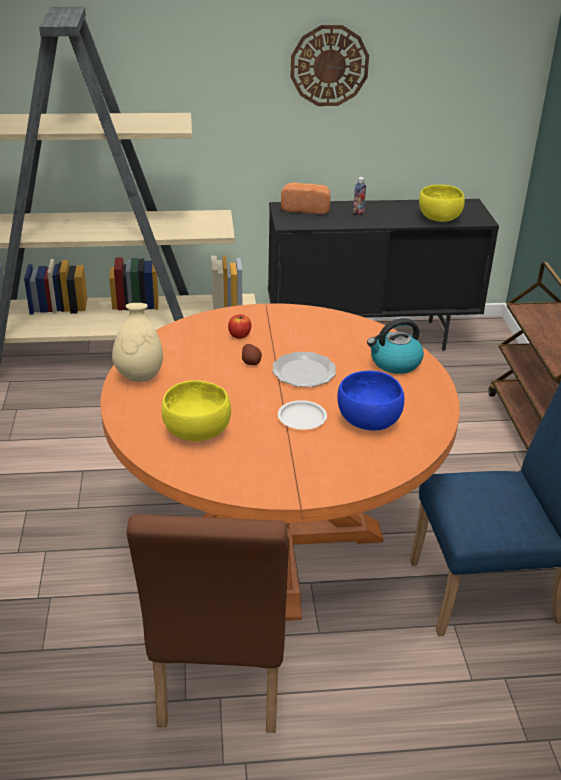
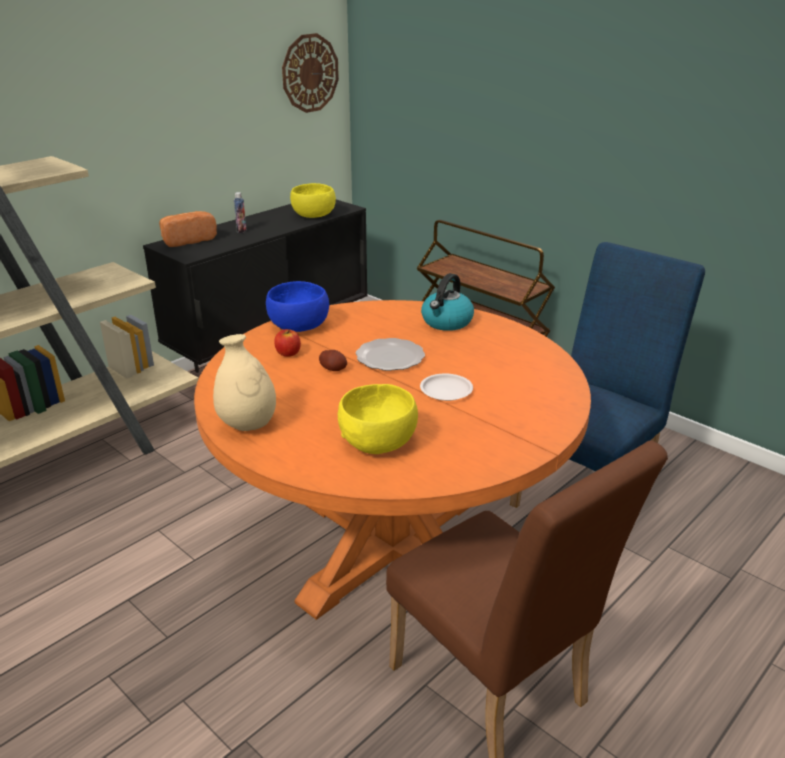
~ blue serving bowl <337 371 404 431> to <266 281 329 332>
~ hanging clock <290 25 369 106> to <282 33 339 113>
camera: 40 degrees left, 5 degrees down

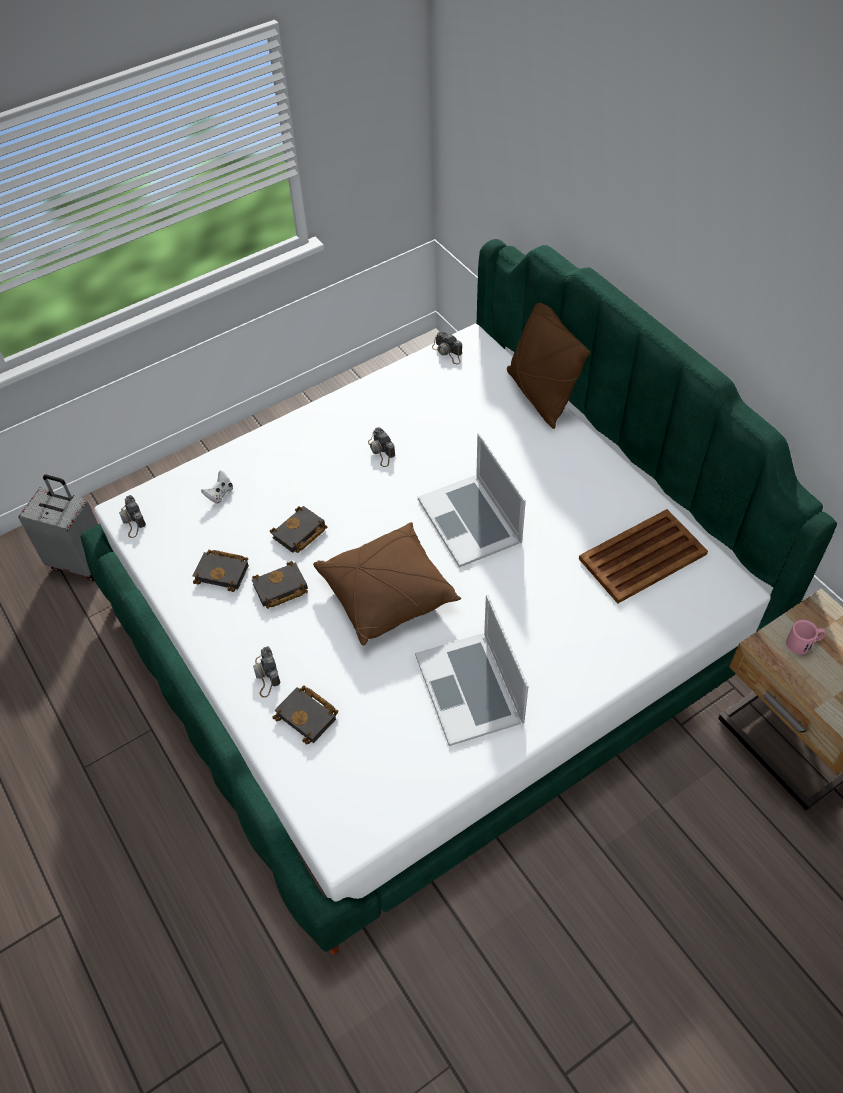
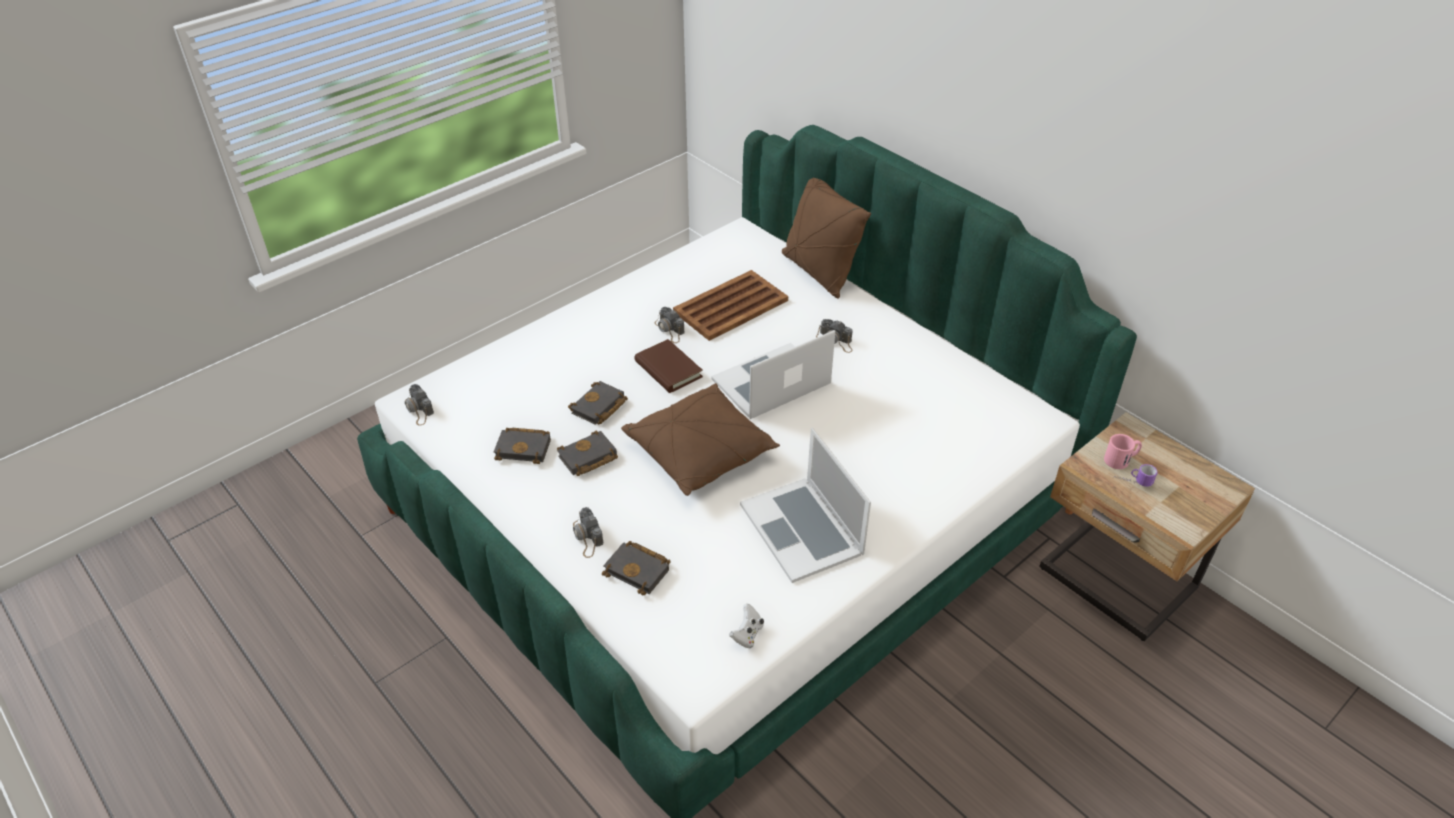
+ brownish volume <634 339 703 393>
~ brownish tray <579 509 708 604> to <673 270 788 341>
~ portable computer <418 433 526 568> = <711 330 835 419> 90 degrees clockwise
~ white game controller <201 470 233 504> to <729 604 764 648>
~ still camera <432 332 462 364> to <816 319 853 353>
+ mug <1115 464 1158 487>
- gray travel case <18 475 98 581>
camera: 10 degrees left, 10 degrees down

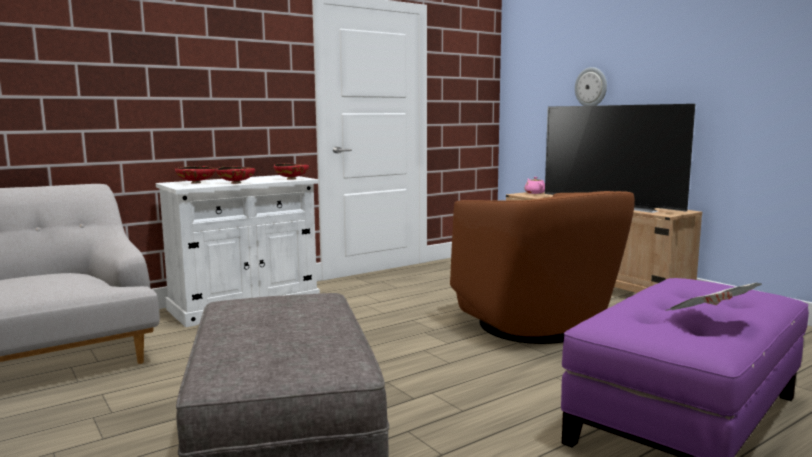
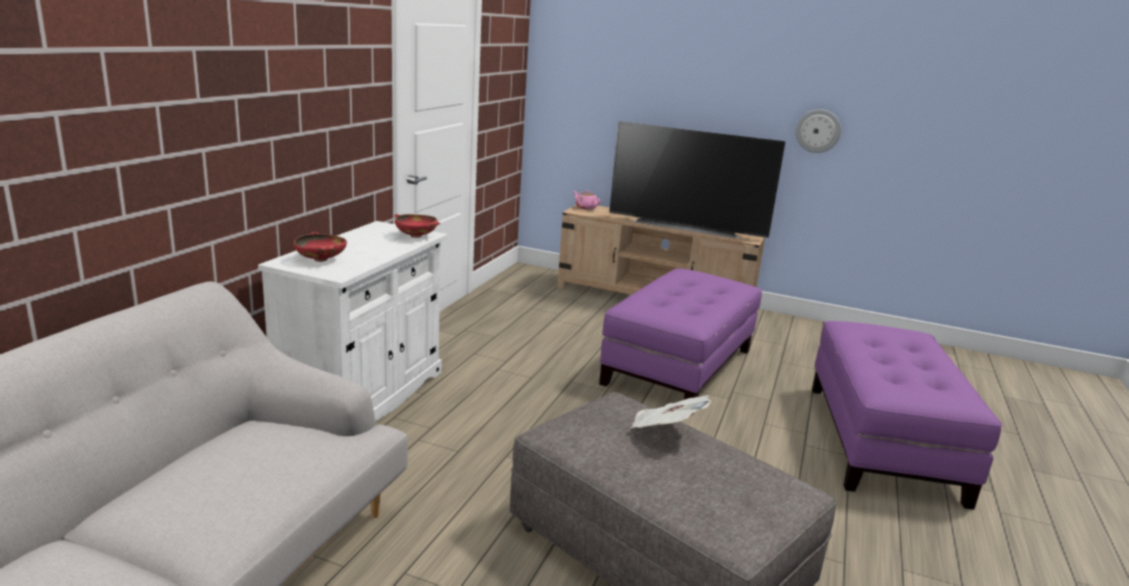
~ brownish easy chair <450 191 635 344> to purplish footrest <599 268 762 415>
~ newspaper <666 282 762 311> to <629 396 711 429>
~ hanging clock <575 67 607 106> to <795 109 841 153>
- red-coloured serving bowl <216 166 255 184>
camera: 35 degrees left, 10 degrees up

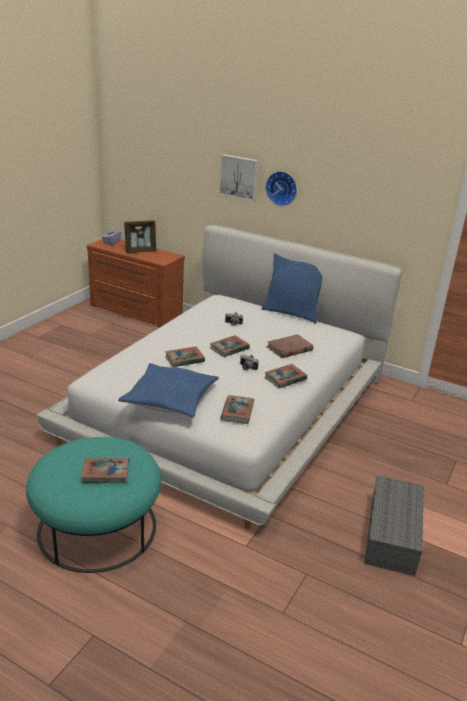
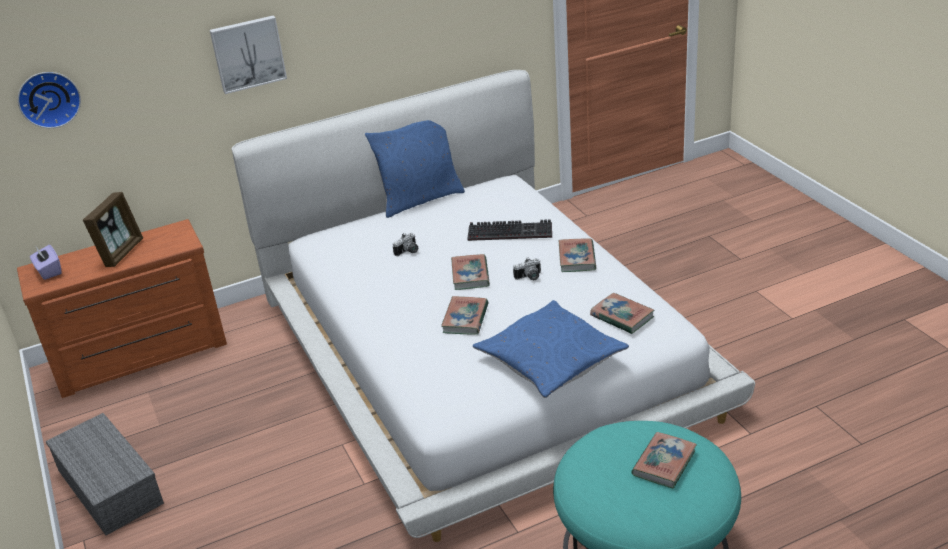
~ hanging clock <265 171 297 206> to <18 72 81 128>
~ gray storage bin <364 475 424 576> to <46 413 164 535>
~ brownish volume <266 334 313 358> to computer keyboard <467 219 552 241>
camera: 50 degrees left, 5 degrees up

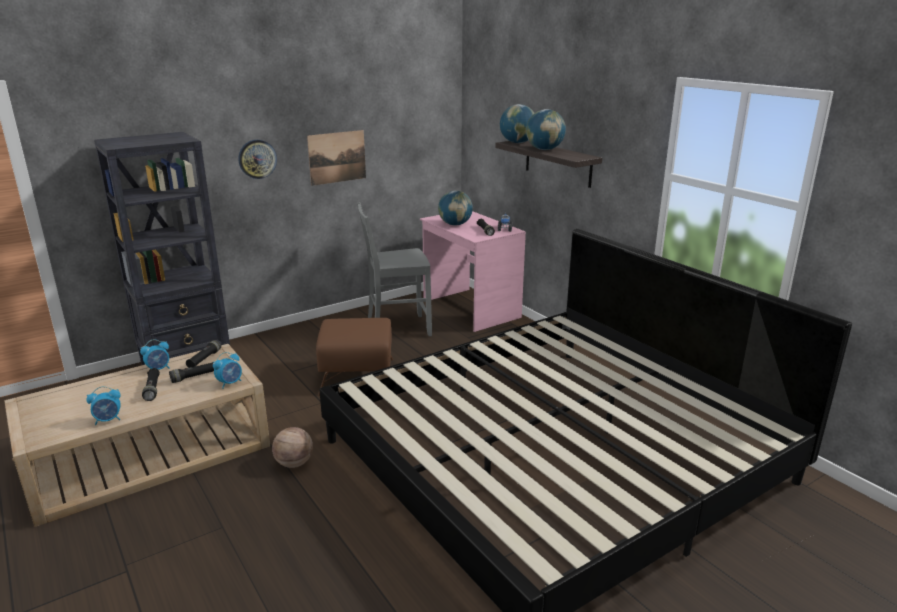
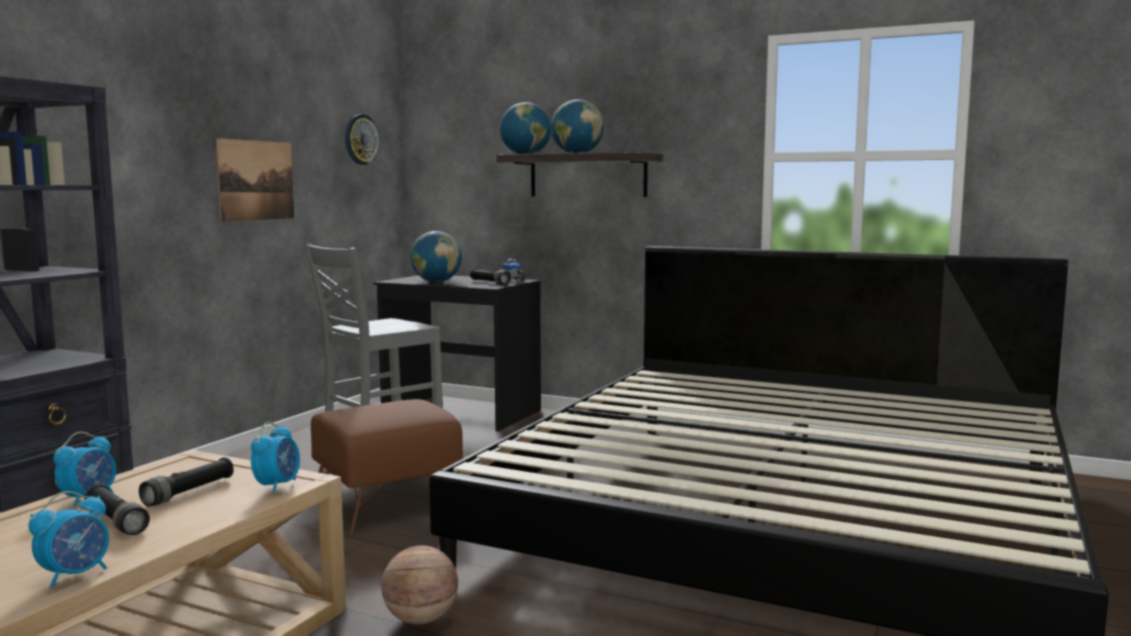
~ hanging clock <238 140 277 179> to <345 114 380 165>
~ pinkish desk table <420 211 526 332> to black-coloured desk table <373 275 541 431>
- black-coloured flashlight <186 340 221 368>
camera: 30 degrees left, 15 degrees down

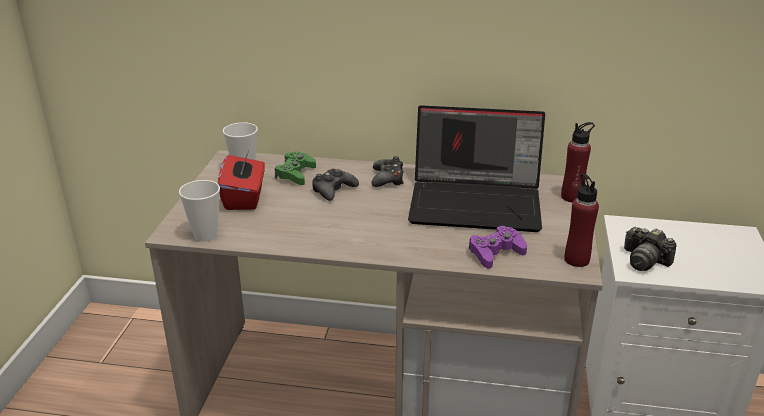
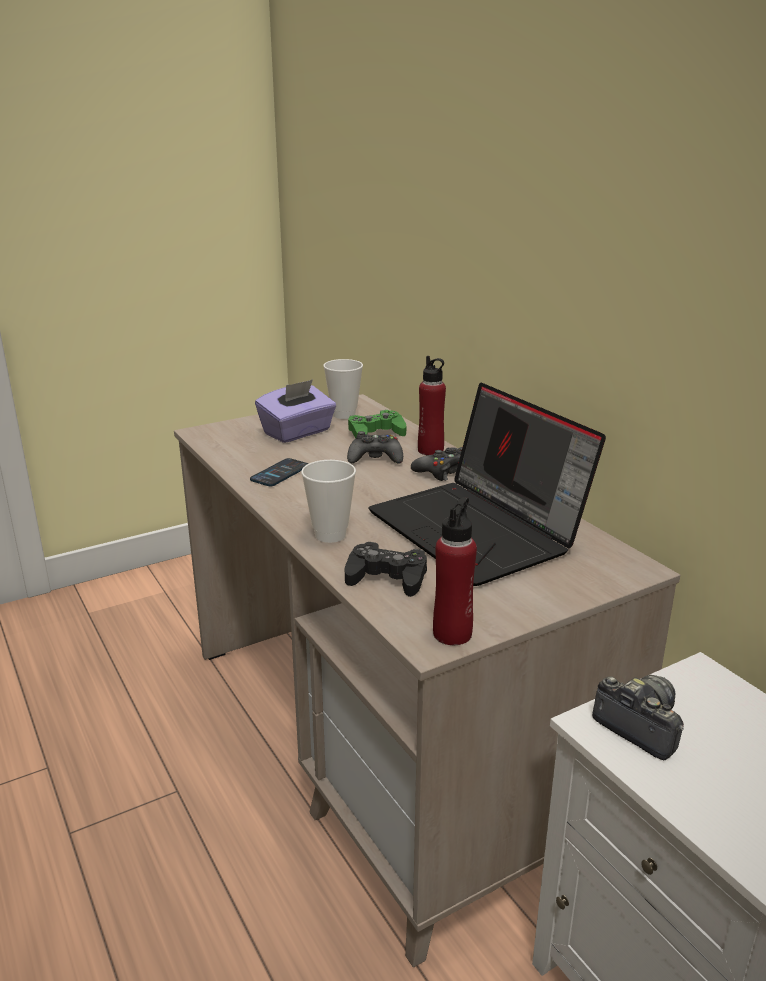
+ phone <250 458 308 487>
~ red-coloured tissue holder <218 149 265 210> to purplish tissue holder <255 380 336 443>
~ drinking cup <179 180 220 242> to <301 460 356 543>
~ purplish game controller <469 226 527 269> to black-coloured game controller <345 542 427 597>
~ red-coloured beverage bottle <561 122 595 202> to <418 356 446 455>
~ still camera <624 227 677 271> = <592 675 684 760> 135 degrees clockwise
camera: 50 degrees right, 5 degrees down

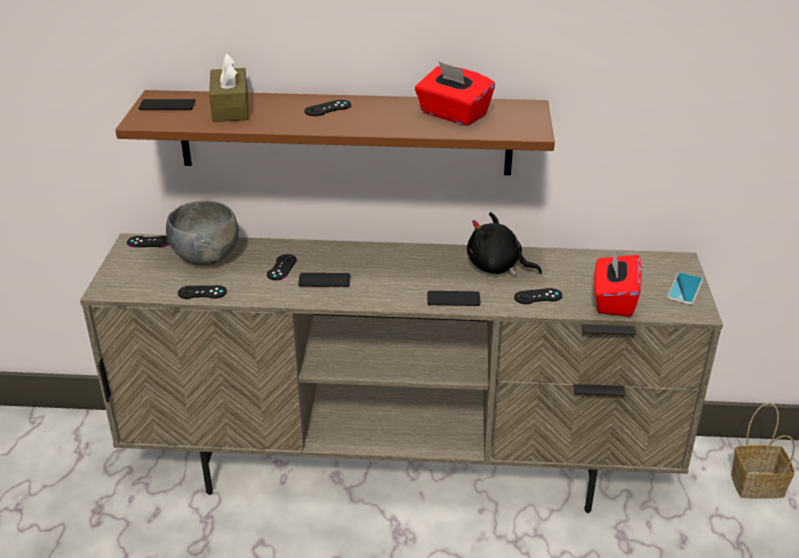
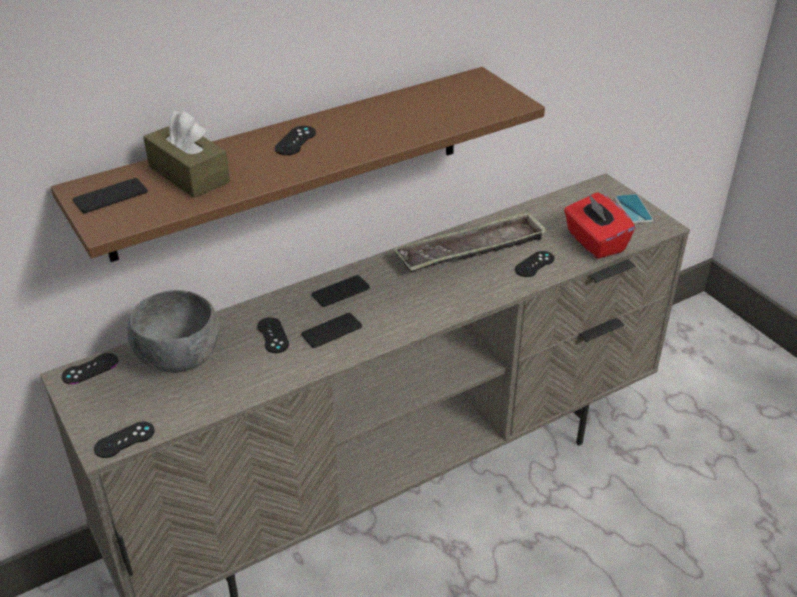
~ black-coloured game controller <178 285 227 299> to <94 421 155 458>
~ phone <427 291 480 306> to <312 275 370 307>
~ black-coloured plush toy <467 212 542 276> to tray <394 210 547 272>
- red-coloured tissue holder <415 62 495 126>
- storage basket <731 403 795 499>
camera: 35 degrees left, 5 degrees up

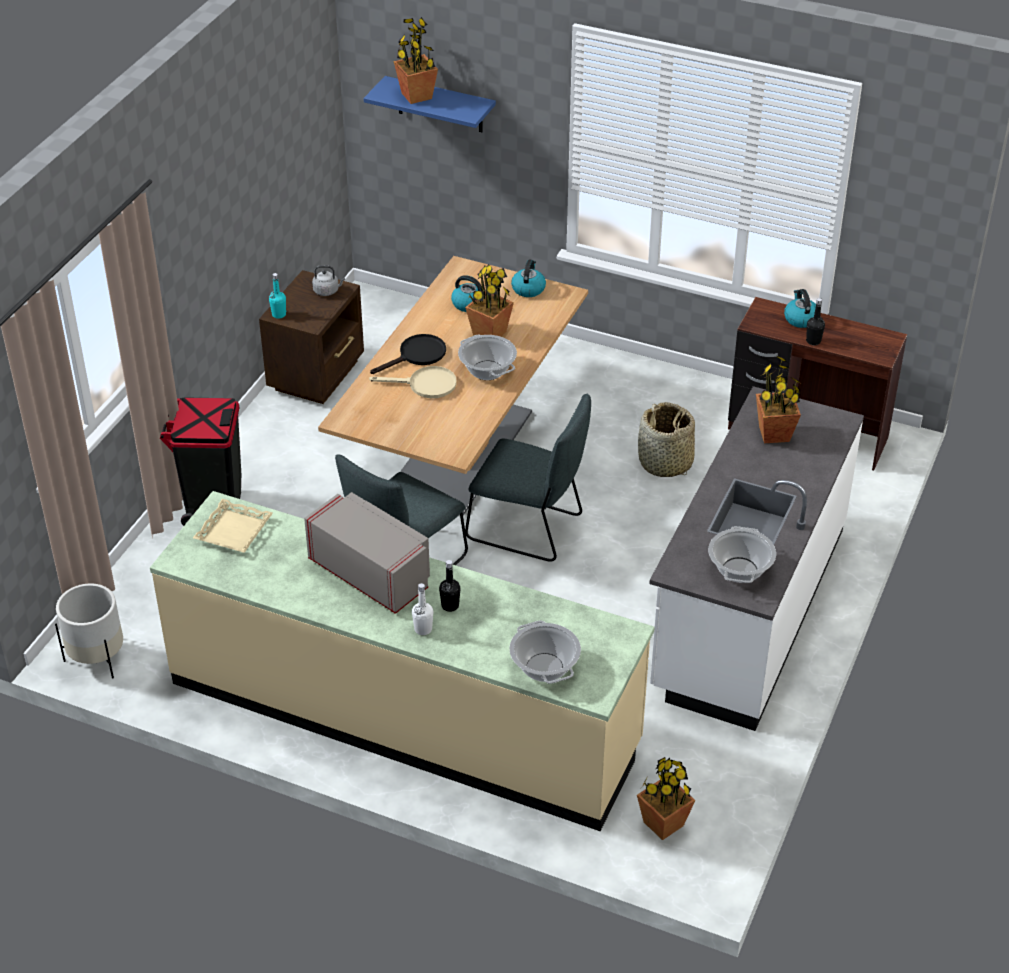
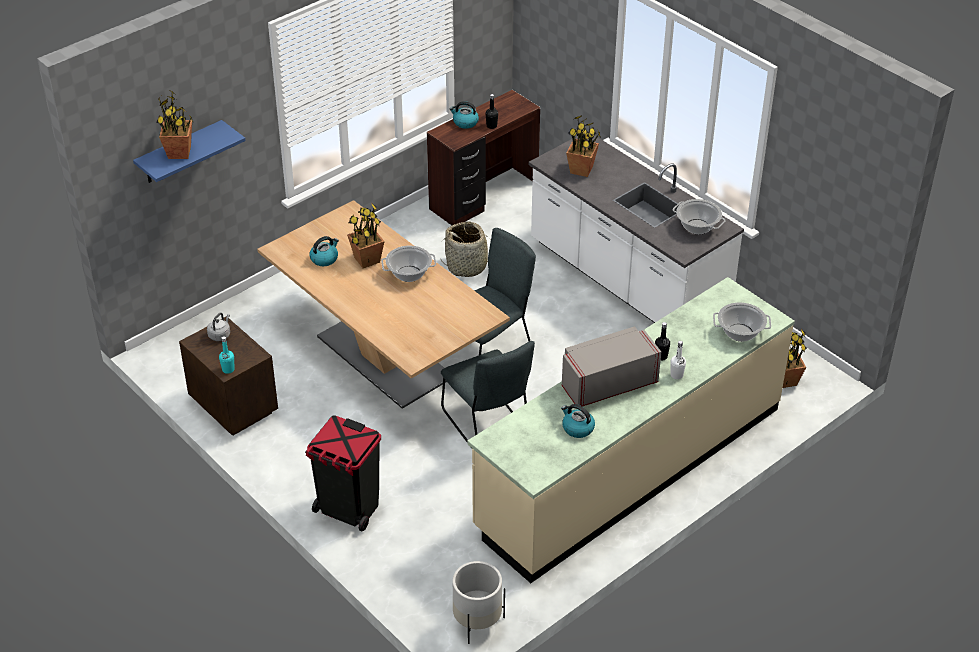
~ water kettle <511 259 546 297> to <561 404 595 438>
- sand-coloured tray <193 499 273 553>
- sand-coloured skillet <369 366 457 398>
- black-coloured skillet <370 334 446 374>
camera: 65 degrees left, 0 degrees up

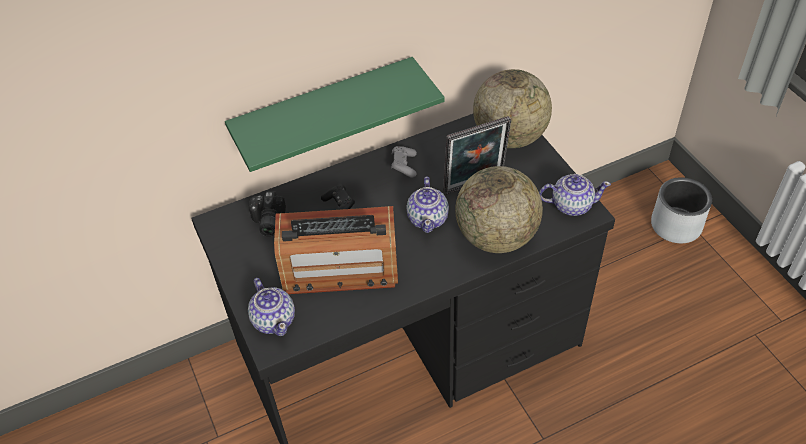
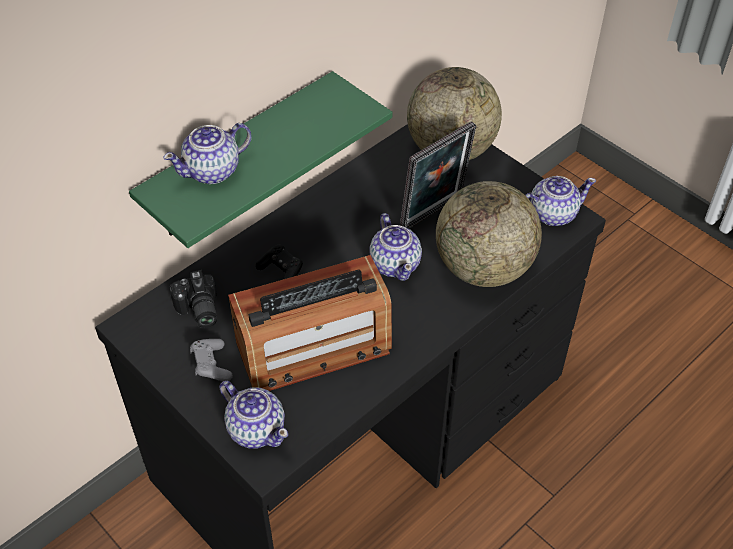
+ pot for tea <163 123 251 184>
~ gray game controller <391 146 417 178> to <190 339 233 381>
- gray plant pot <651 177 712 243>
camera: 20 degrees left, 0 degrees up

